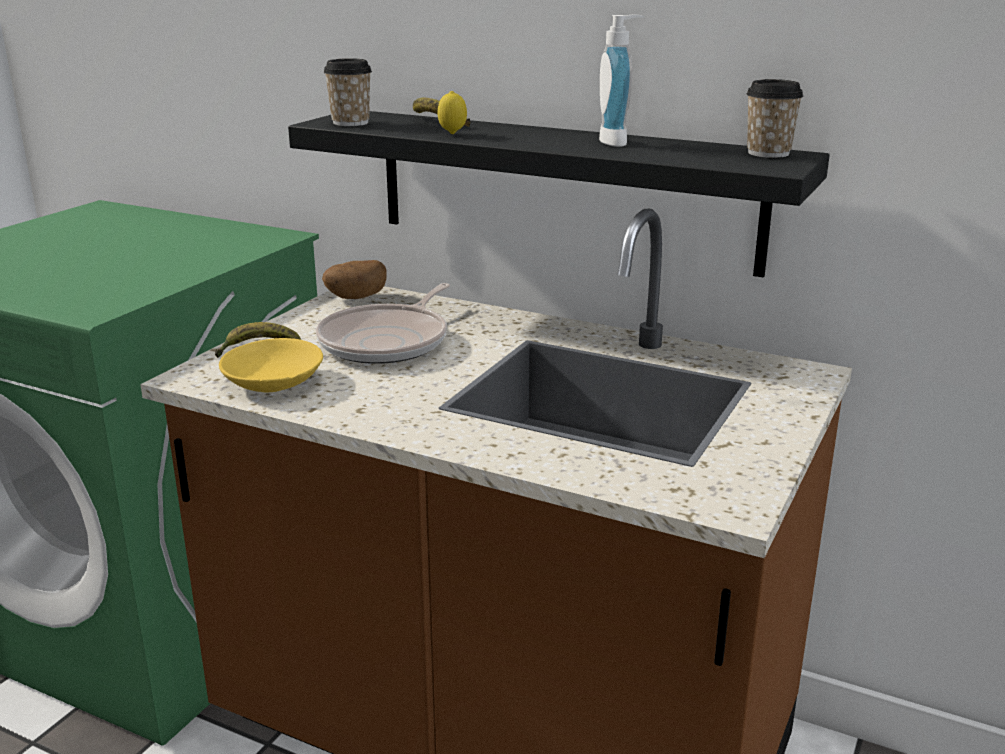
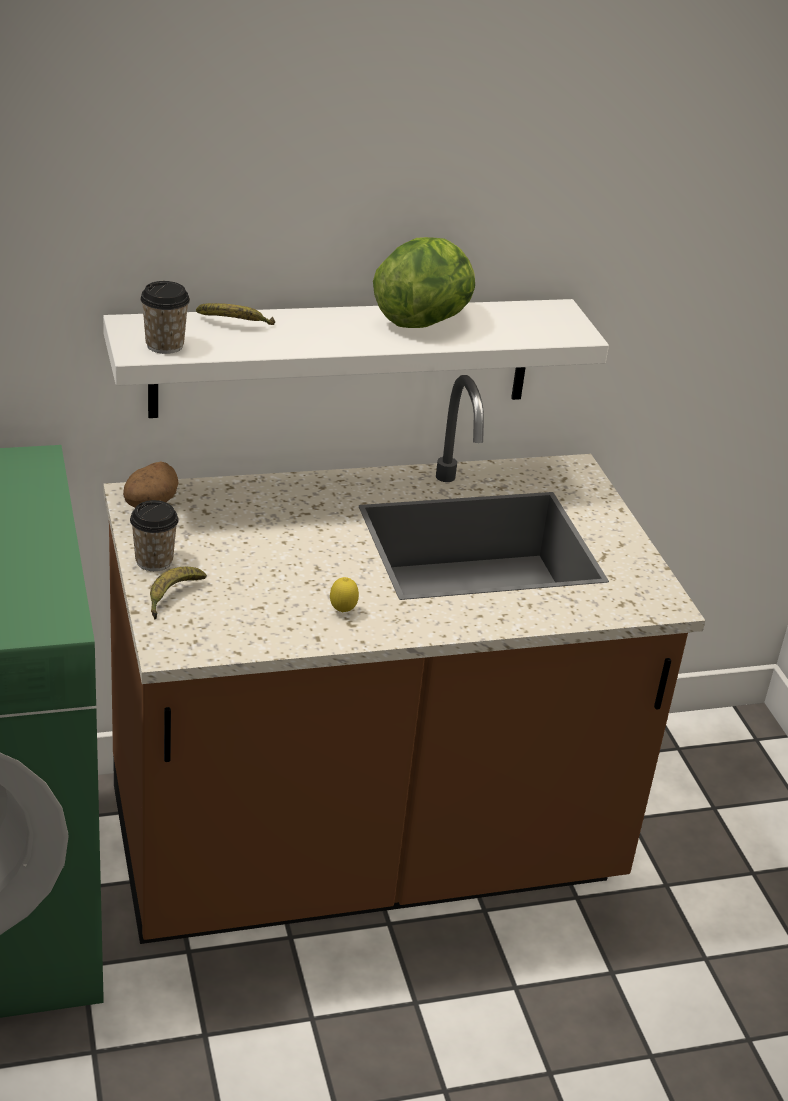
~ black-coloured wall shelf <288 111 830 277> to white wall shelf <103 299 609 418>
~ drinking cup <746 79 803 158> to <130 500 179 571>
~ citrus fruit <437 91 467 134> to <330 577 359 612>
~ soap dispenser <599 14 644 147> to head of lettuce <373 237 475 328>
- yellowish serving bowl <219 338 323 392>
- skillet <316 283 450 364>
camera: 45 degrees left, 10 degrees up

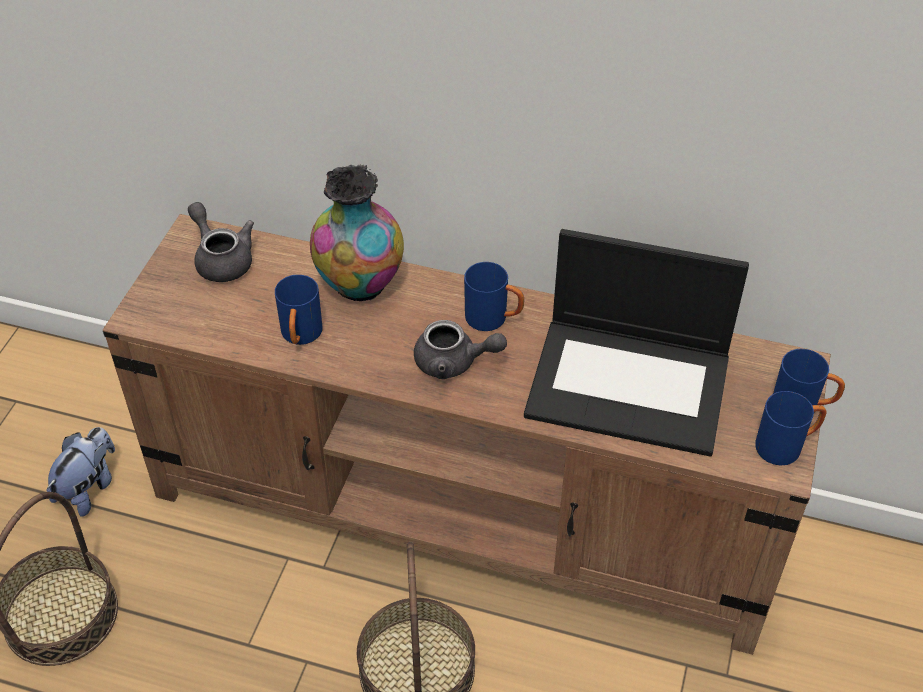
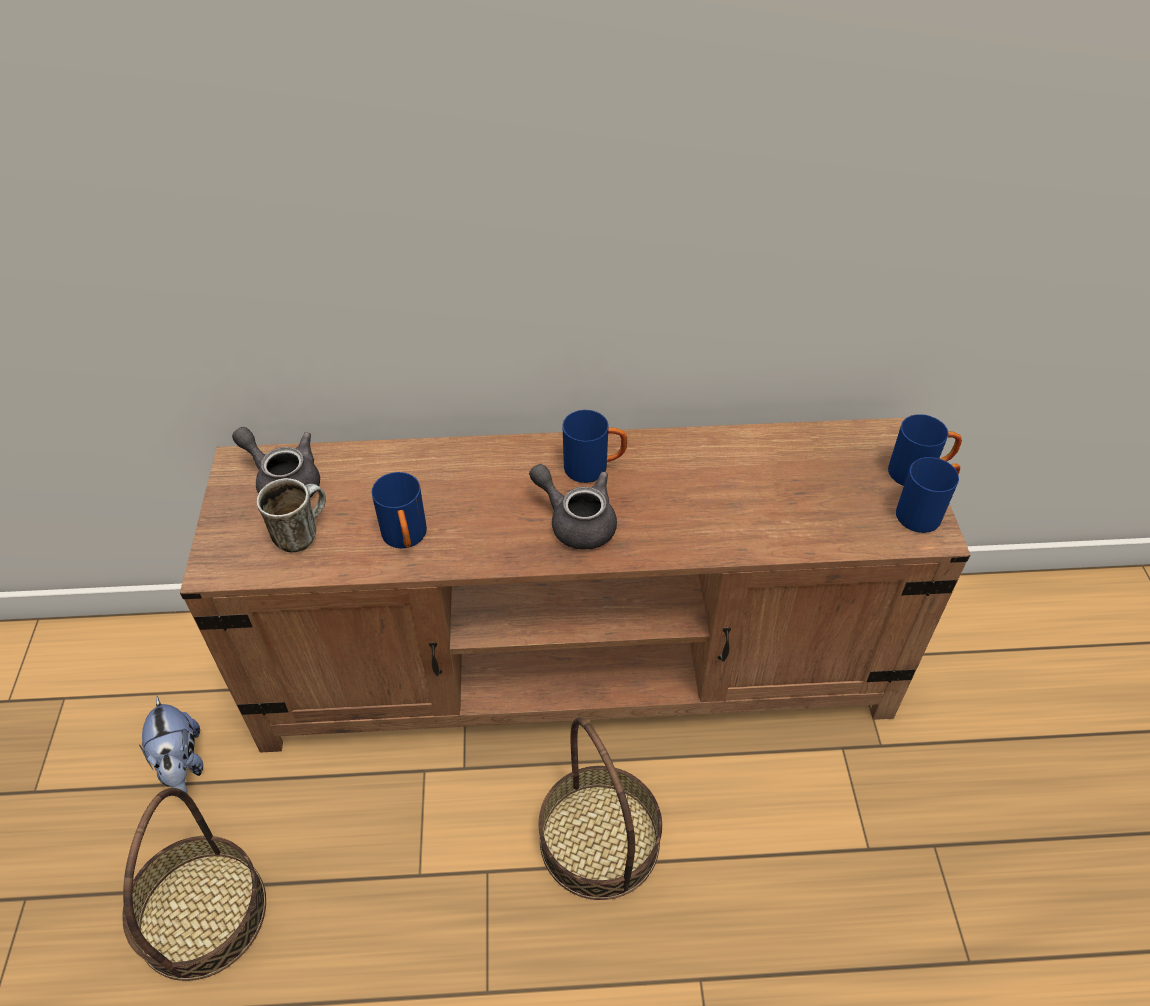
~ plush toy <46 427 115 517> = <139 696 203 794> 150 degrees clockwise
+ mug <257 478 326 552>
~ gray pot for tea <414 320 507 379> = <529 464 617 549> 135 degrees counterclockwise
- vase <310 165 404 301>
- portable computer <524 229 749 456>
camera: 20 degrees left, 0 degrees up

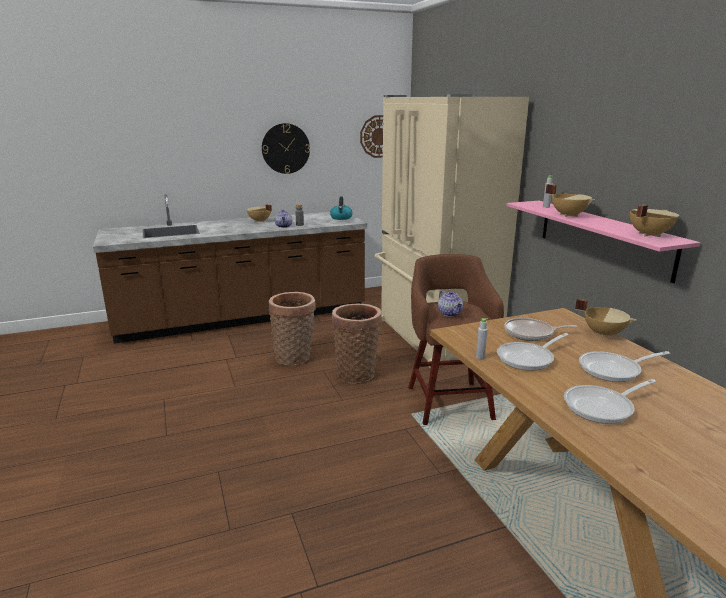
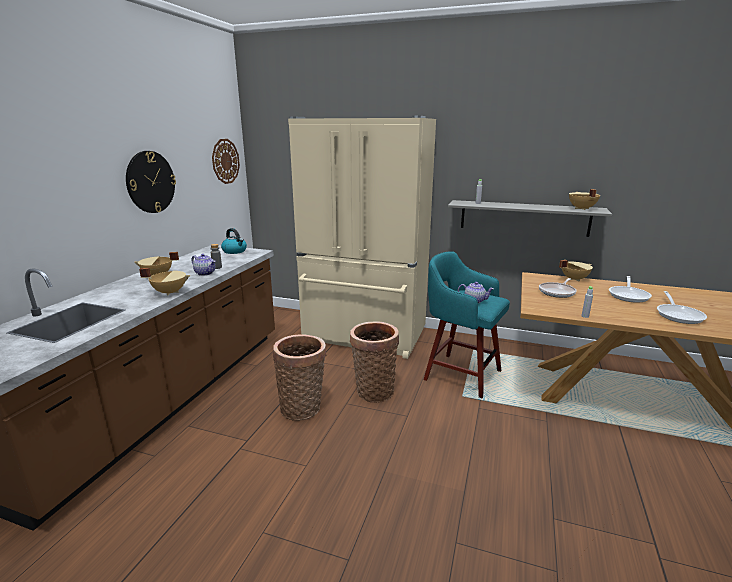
~ sand-coloured saucepot <545 184 595 217> to <139 268 190 296>
~ brownish stool <408 254 504 425> to blue-green stool <423 251 510 398>
~ pinkish wall shelf <506 201 700 283> to gray wall shelf <448 200 612 237>
- skillet <497 333 569 371>
camera: 50 degrees left, 0 degrees up

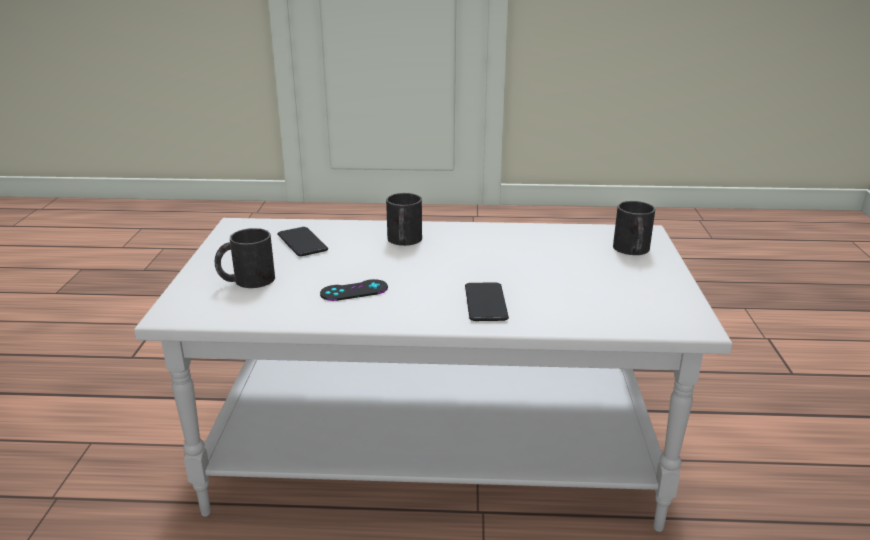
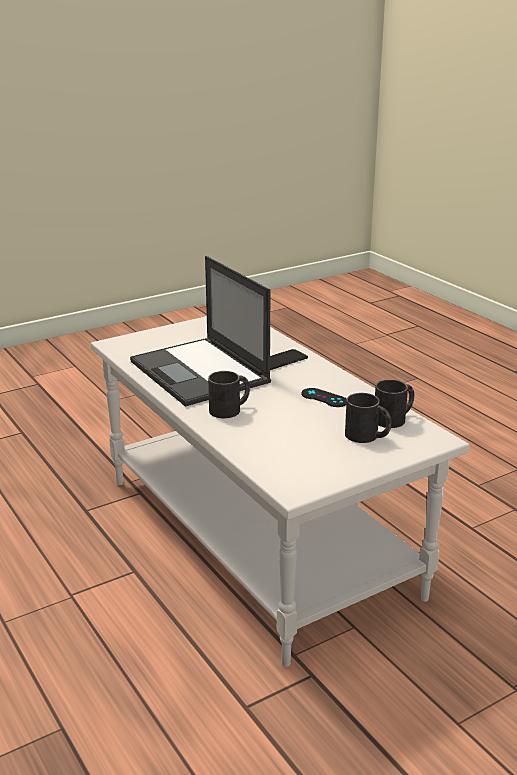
+ portable computer <130 256 271 407>
~ black-coloured mug <613 201 655 255> to <375 379 414 428>
- phone <278 227 328 256>
camera: 125 degrees left, 0 degrees up

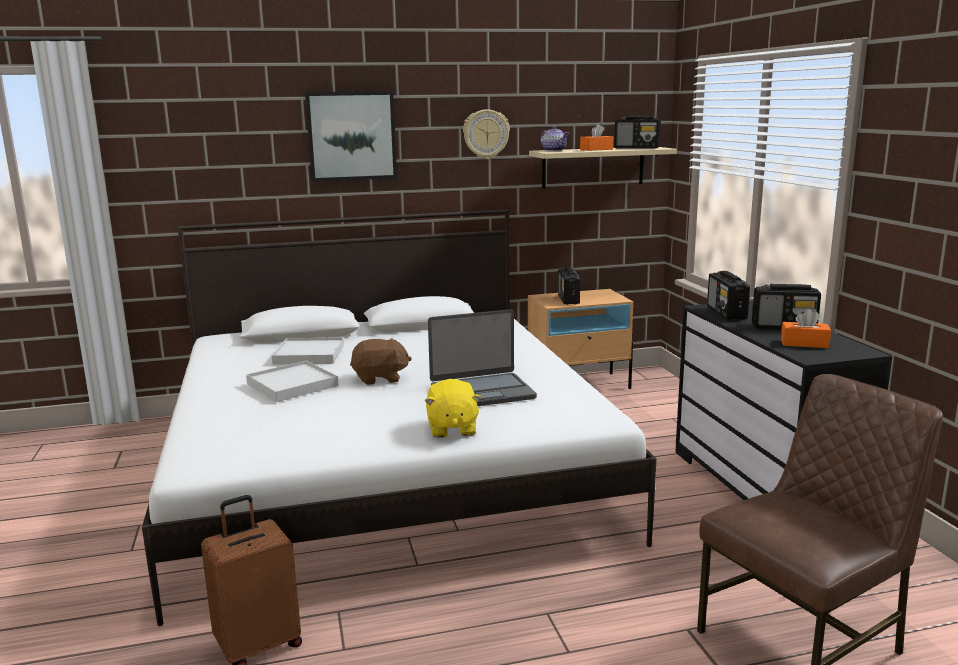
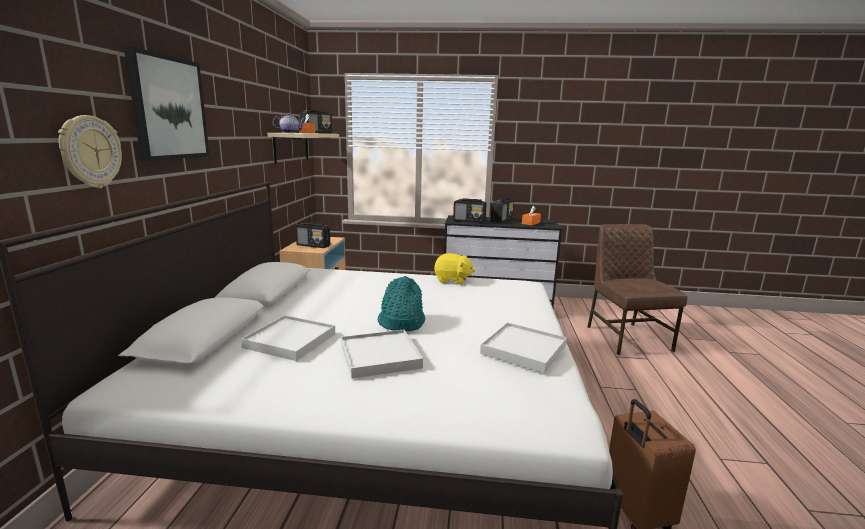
~ hanging clock <463 109 510 159> to <58 115 122 188>
~ brownish plush toy <350 338 412 385> to blue-green clothing hat <377 276 425 331>
~ yellowish plush toy <425 379 482 438> to <434 253 475 285>
+ white tray <480 322 567 373>
- portable computer <428 309 537 406>
camera: 70 degrees left, 0 degrees up

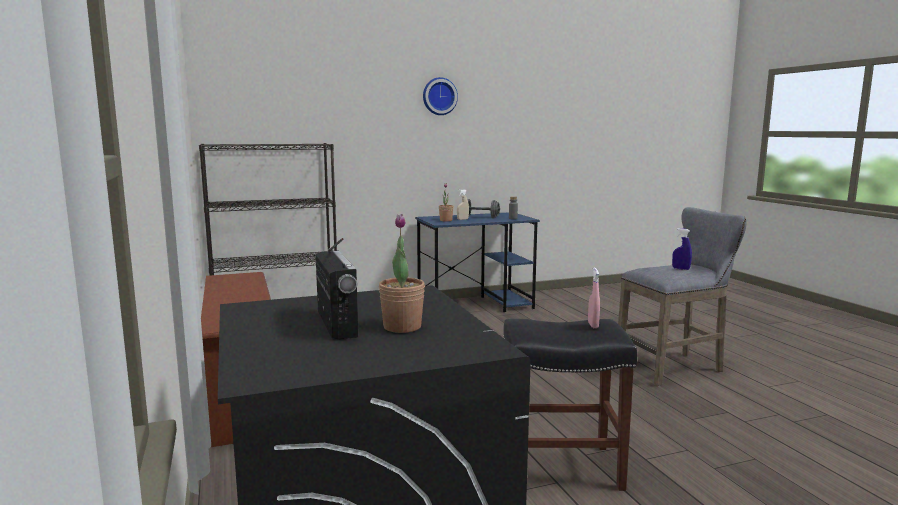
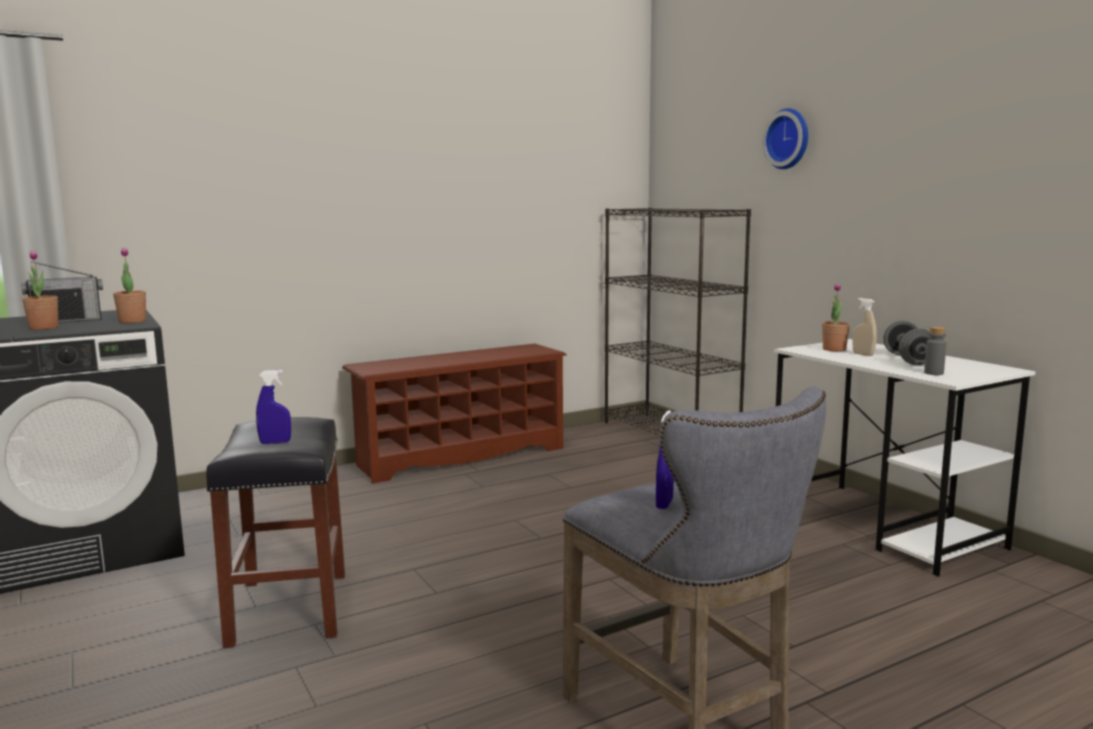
+ plant in a pot <113 247 146 323>
~ pinkish hand sprayer <588 267 600 328> to blue hand sprayer <256 370 291 444>
~ hanging clock <423 77 458 115> to <762 108 808 169>
~ blue desk table <415 212 540 312> to white desk table <774 339 1036 577>
camera: 80 degrees right, 0 degrees up

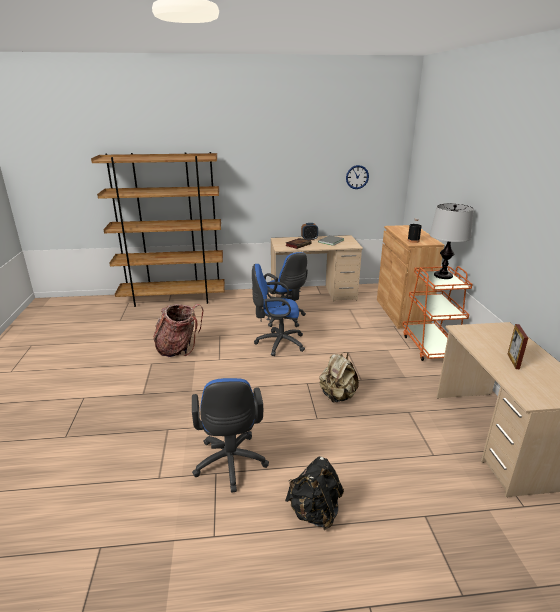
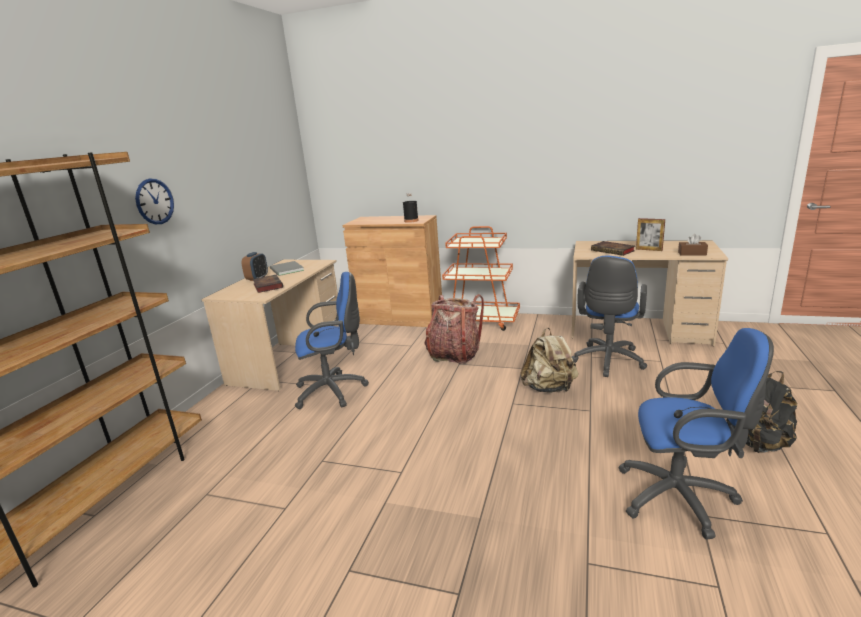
~ hanging clock <346 165 369 189> to <135 179 174 224>
~ knapsack <153 304 203 357> to <424 294 484 364>
~ blue office chair <252 264 305 356> to <572 256 647 377>
+ volume <591 241 635 256>
+ brownish tissue holder <678 234 708 256>
- tabletop lamp <430 204 474 279>
camera: 65 degrees left, 5 degrees down

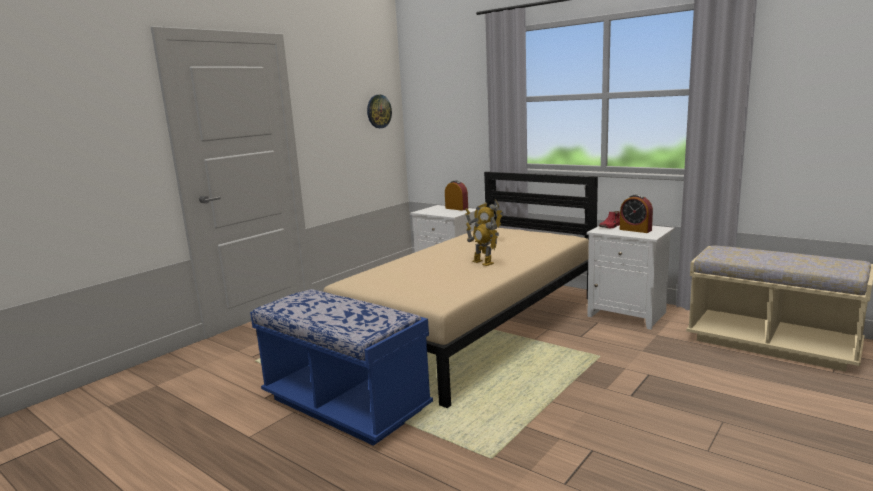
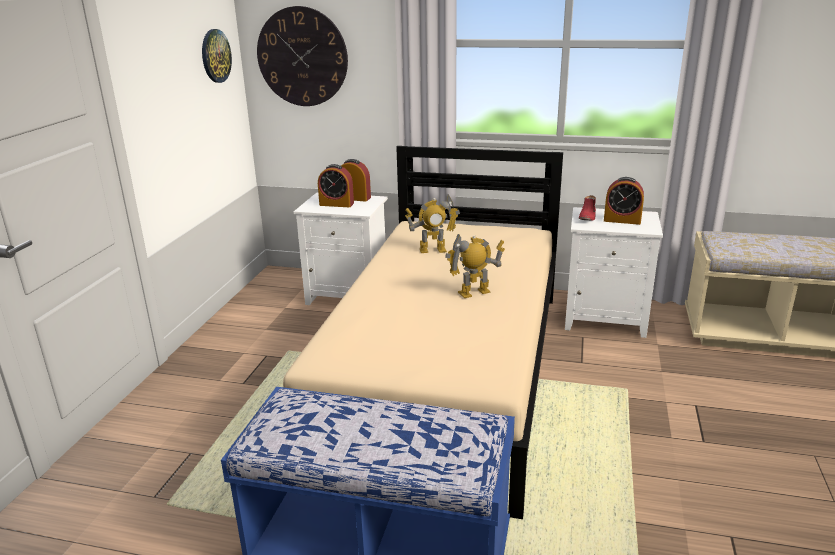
+ hanging clock <257 6 348 106>
+ bedside clock <318 164 354 207>
~ robot figure <466 216 499 266> = <445 234 505 298> 135 degrees clockwise
camera: 25 degrees left, 10 degrees up

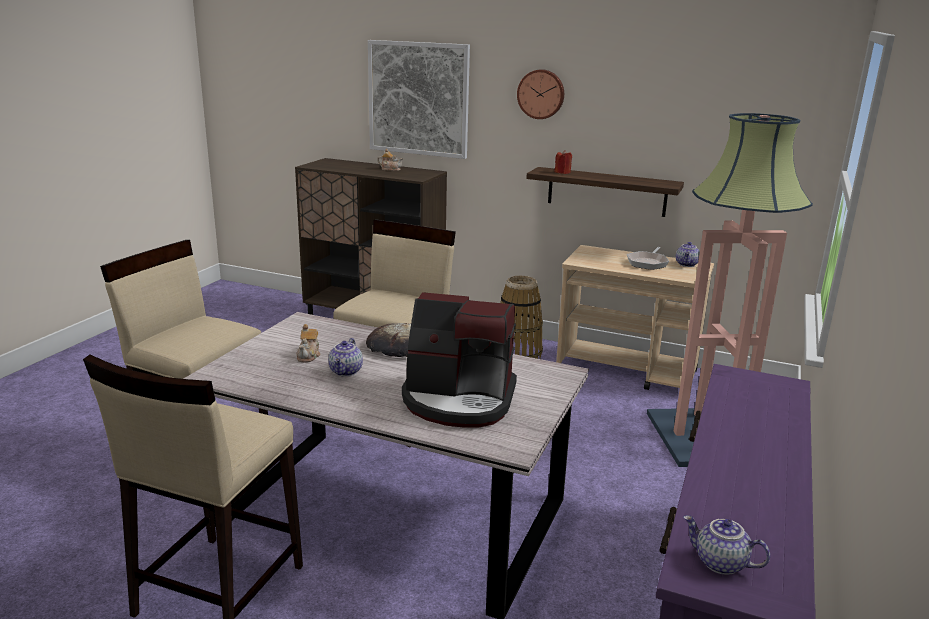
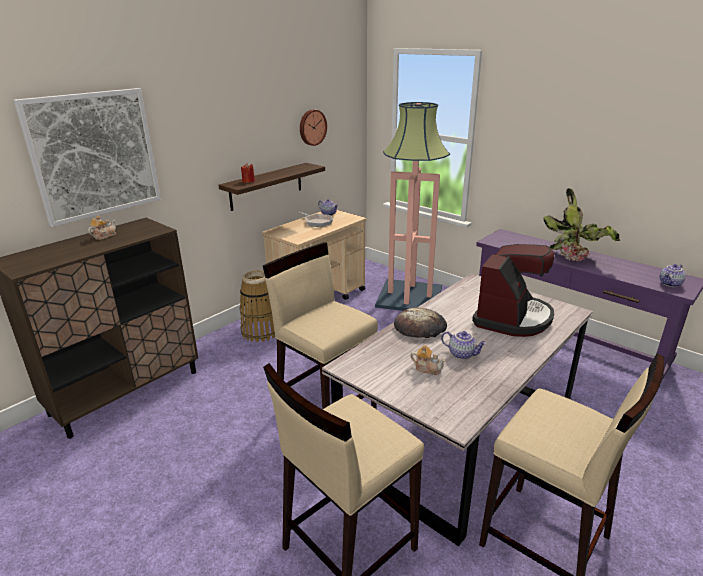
~ hanging clock <517 69 564 119> to <300 109 327 146>
+ plant in a pot <543 188 620 261>
camera: 70 degrees left, 5 degrees up

